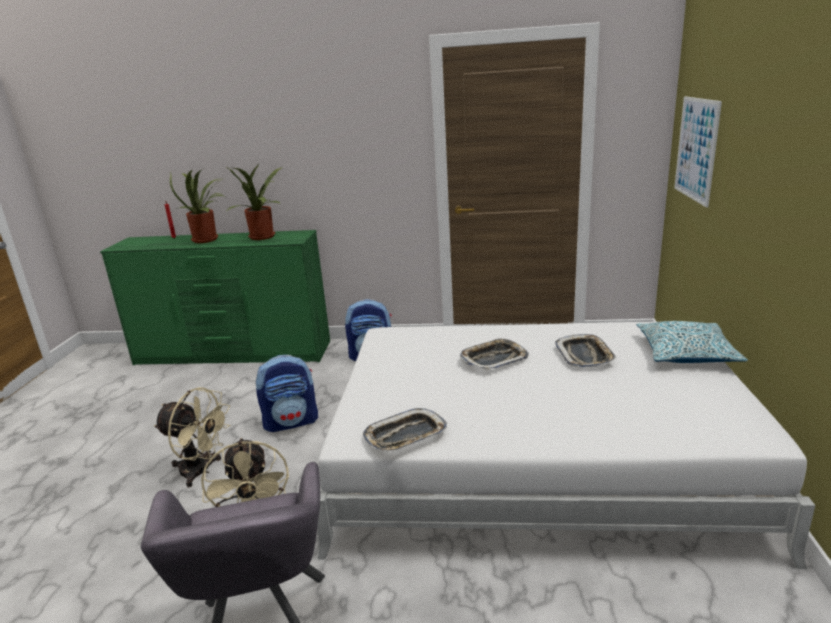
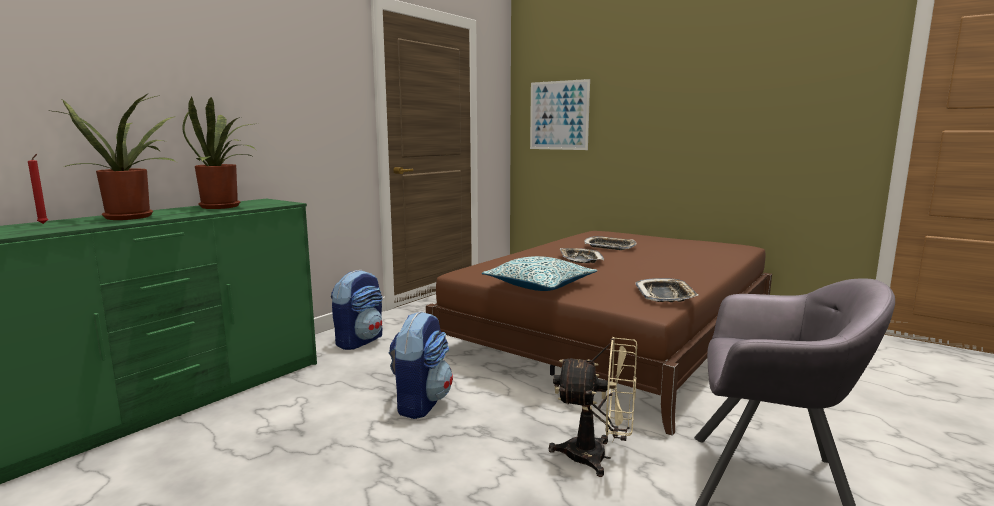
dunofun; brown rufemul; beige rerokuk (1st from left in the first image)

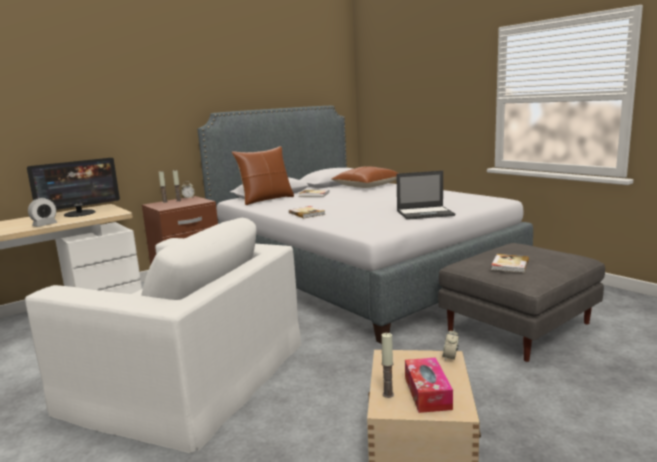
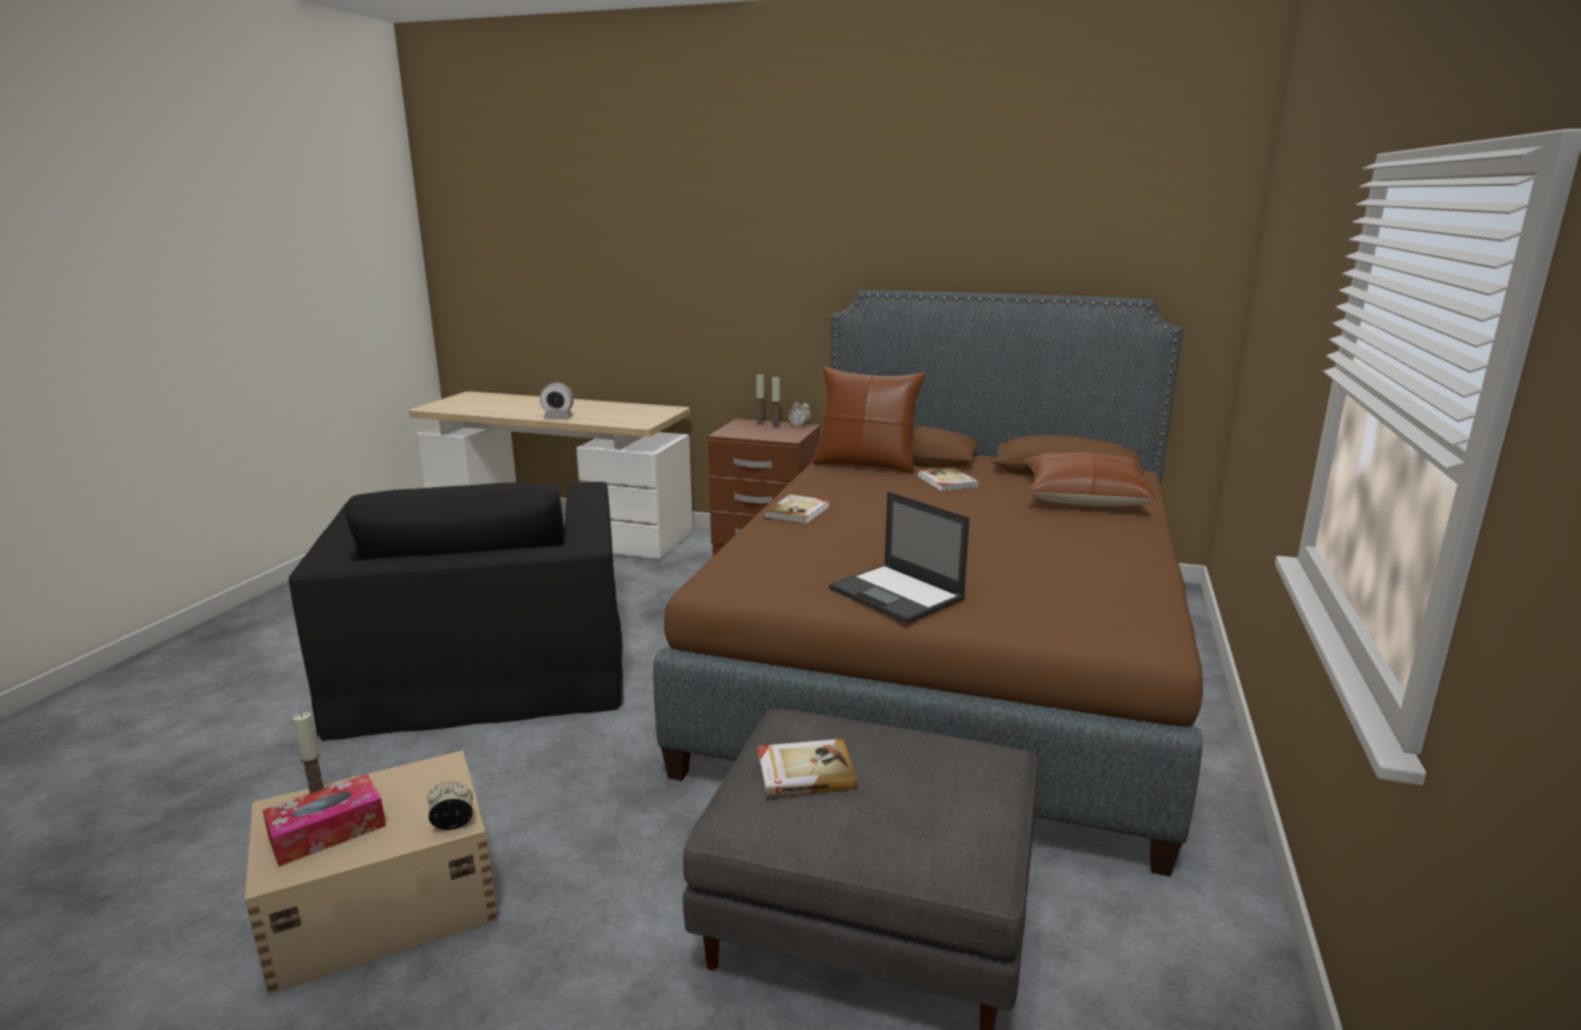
brown rufemul; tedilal; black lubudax

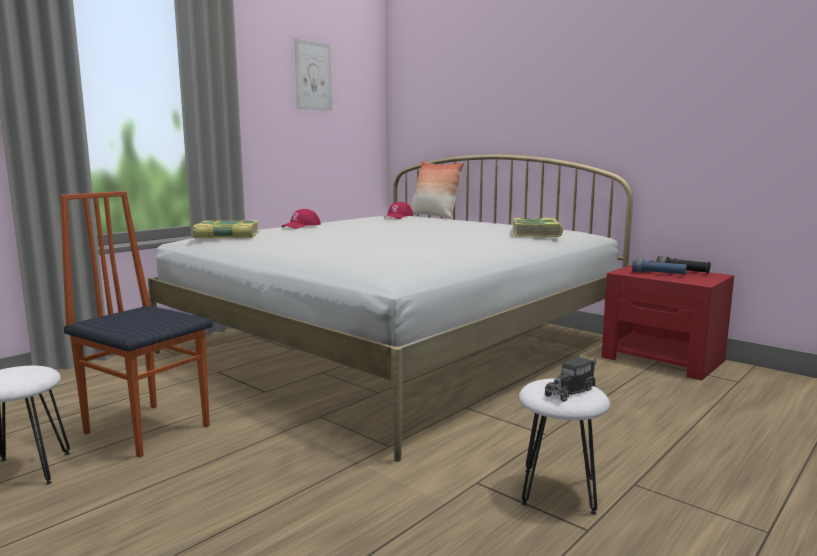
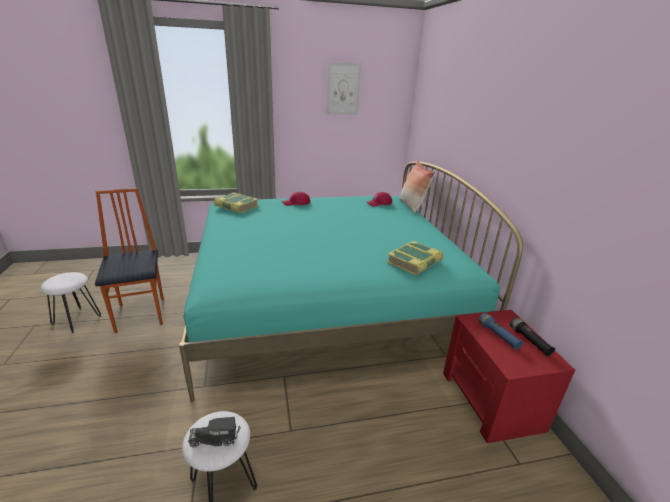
turquoise rufemul

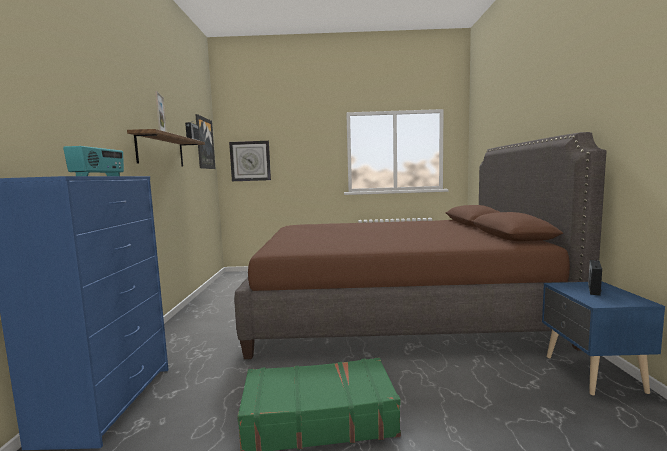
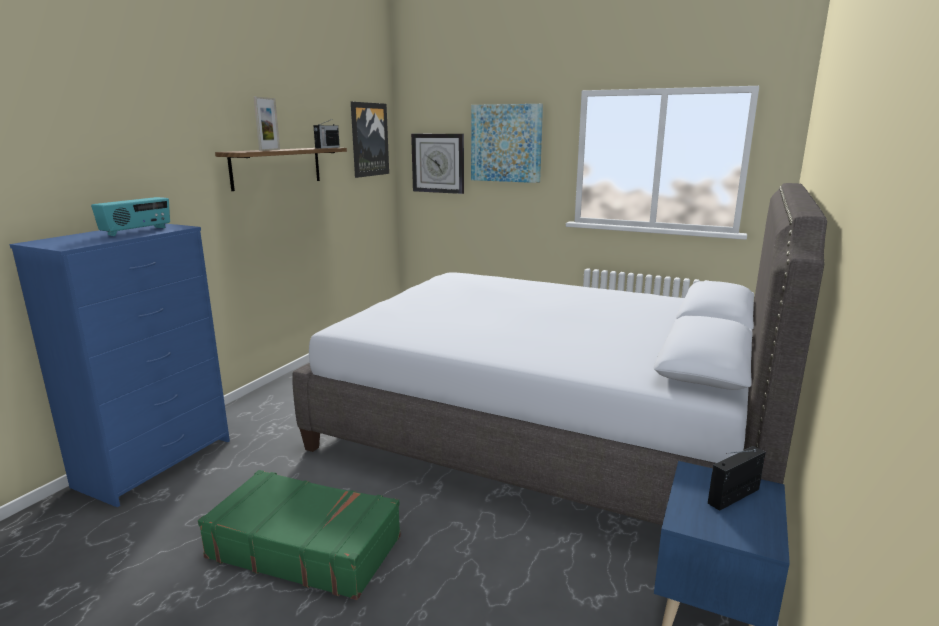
grey rufemul; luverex (2nd from left)

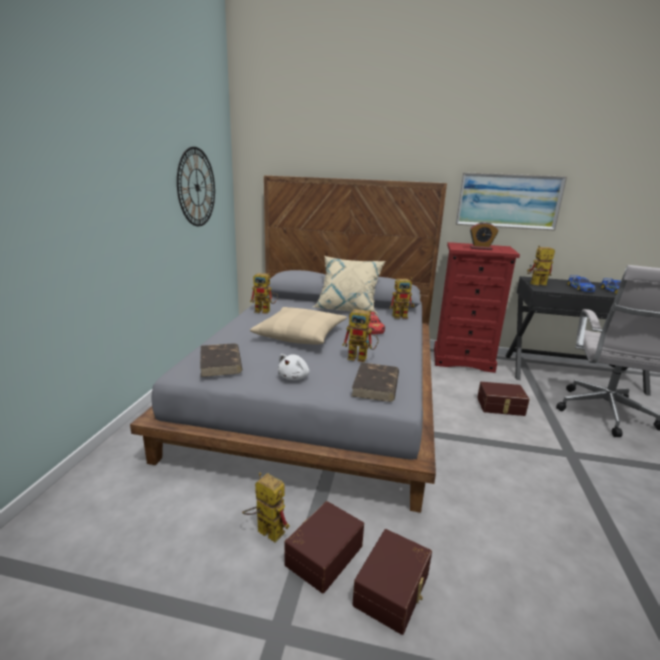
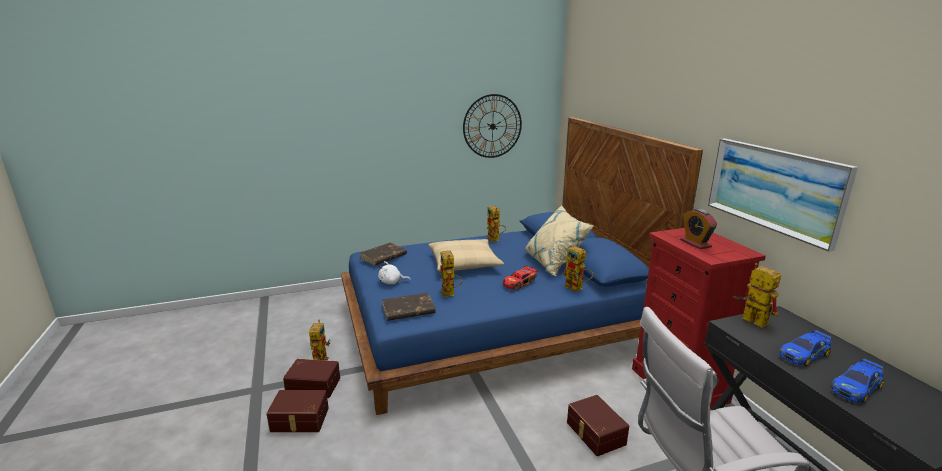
blue rufemul

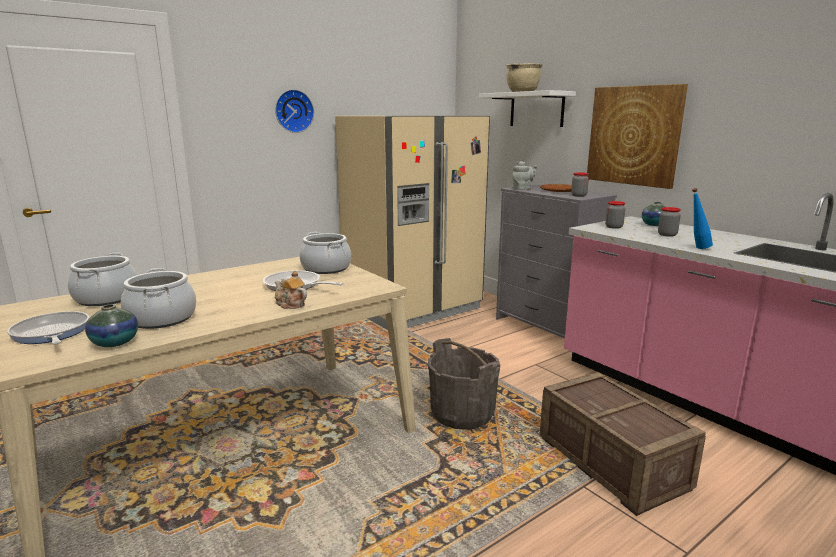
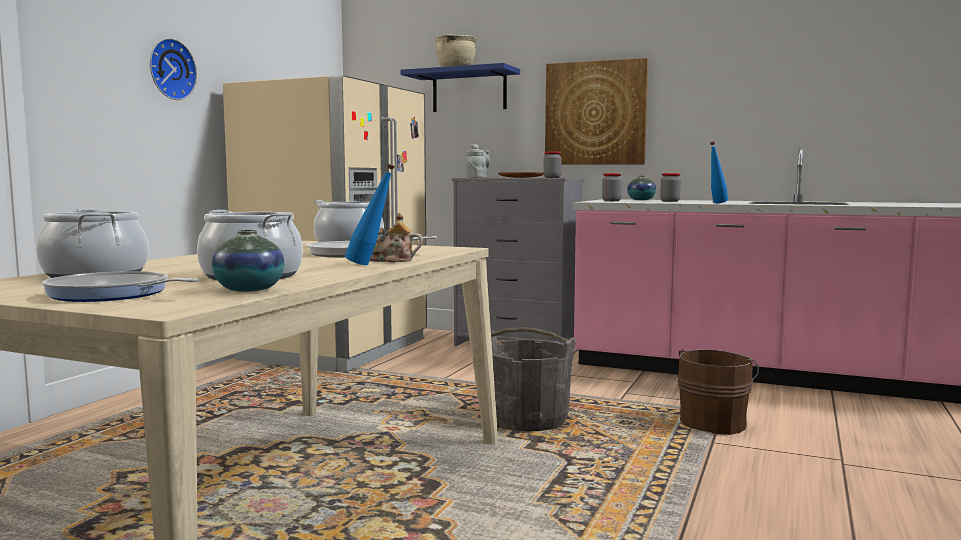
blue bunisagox; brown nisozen; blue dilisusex (1st from left)

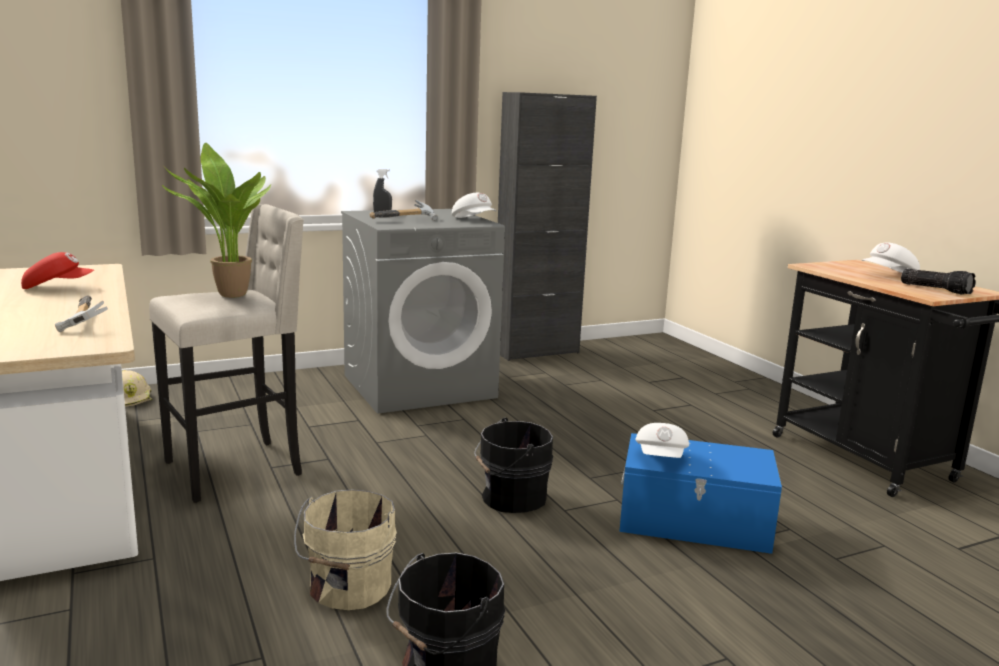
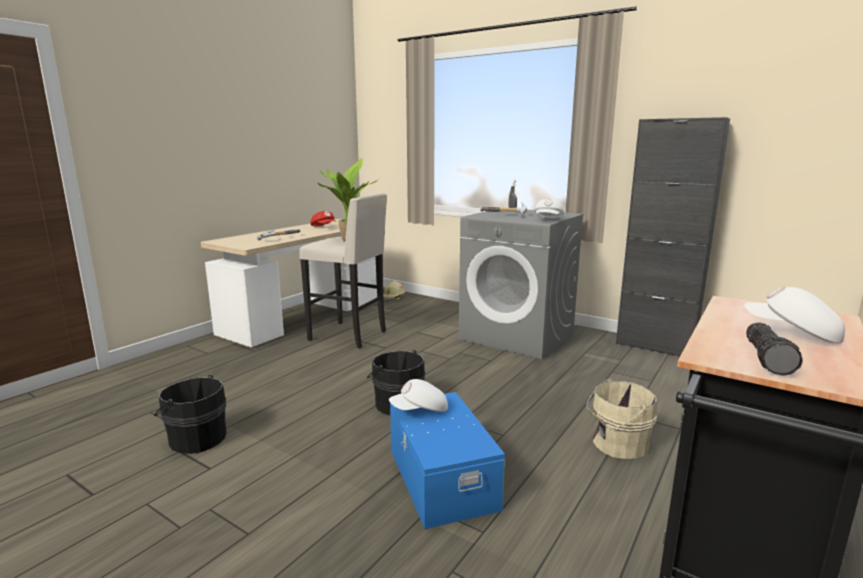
beige nisozen

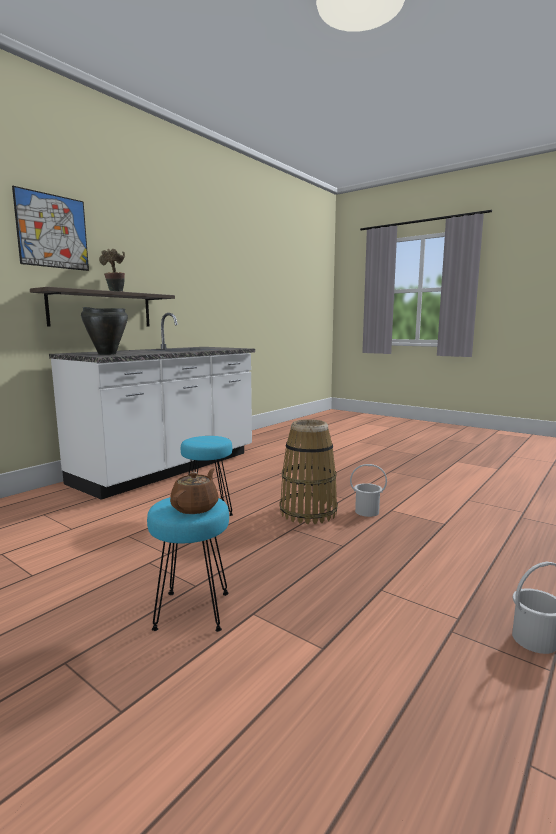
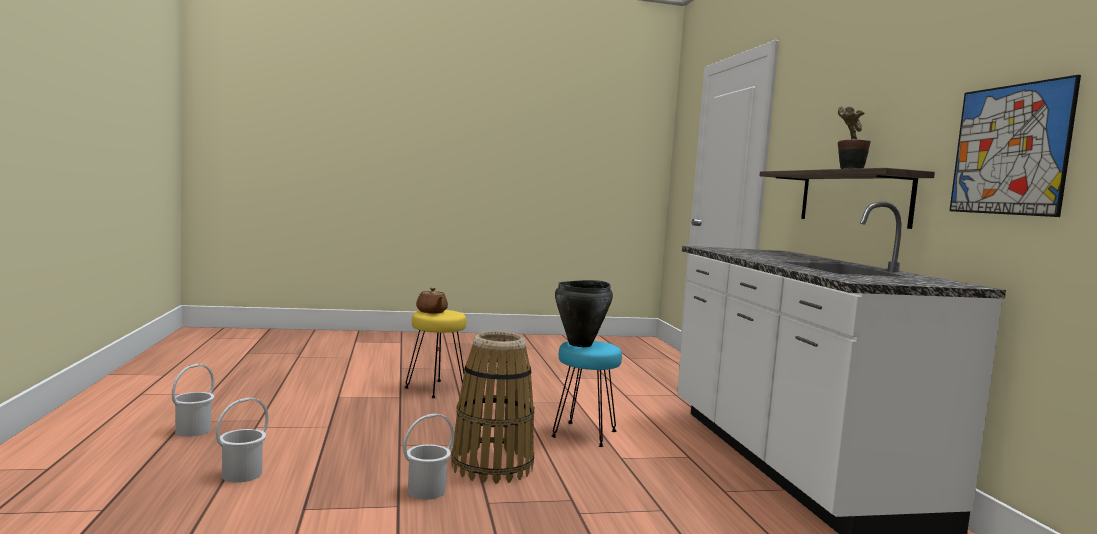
luverex; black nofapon; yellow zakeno; white nisozen (2nd from left)

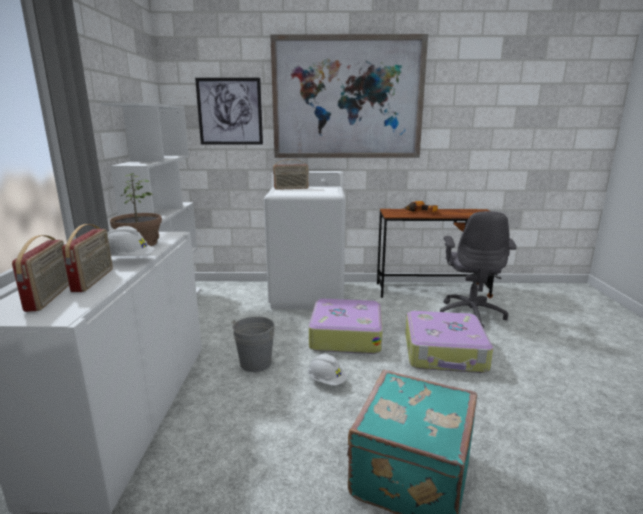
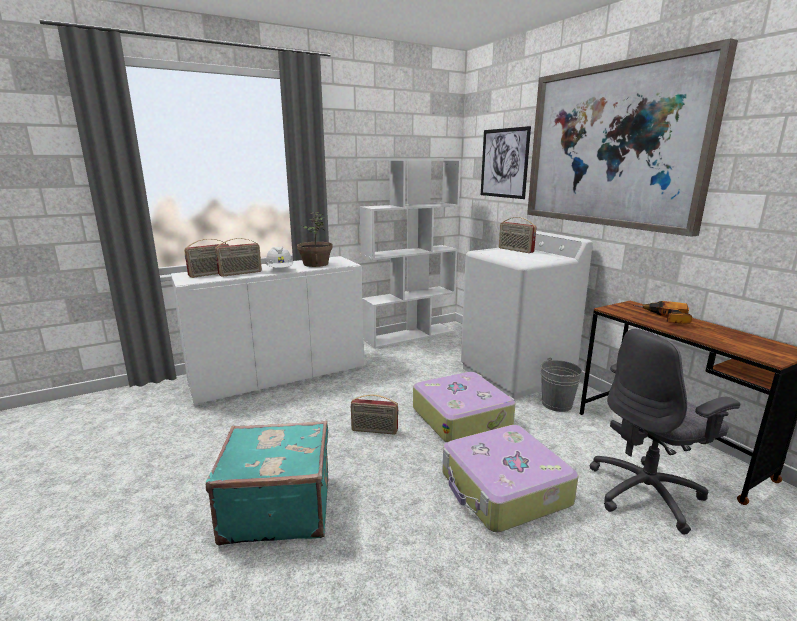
grey nisozen; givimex (3rd from left)

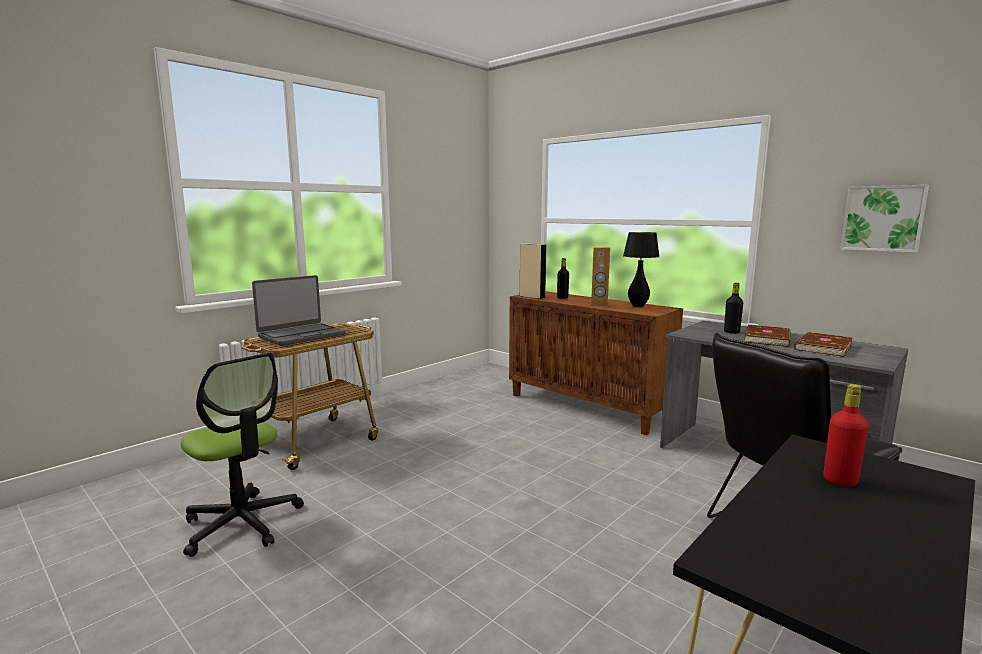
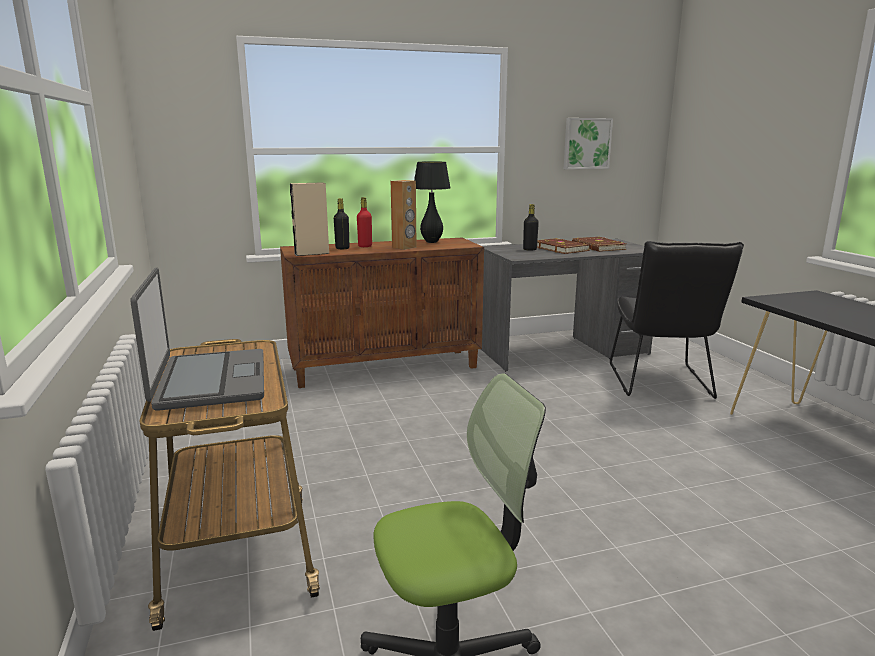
red dilisusex

